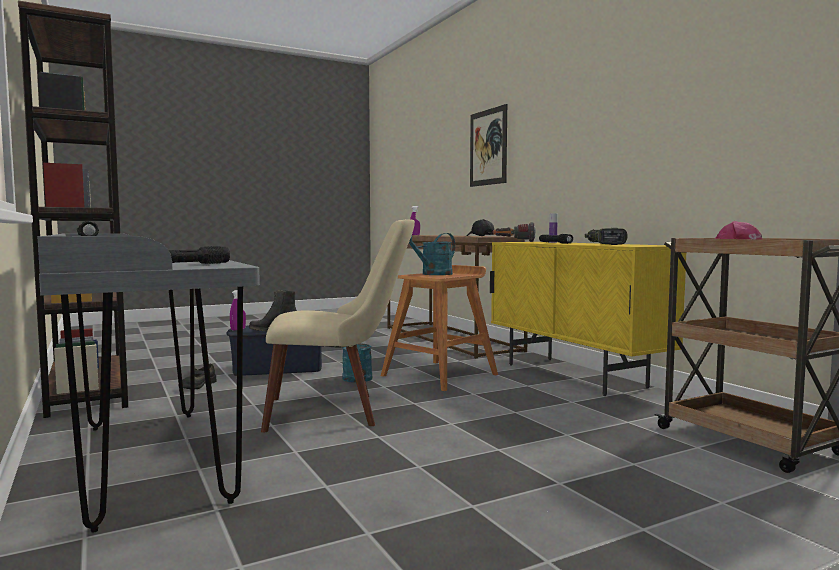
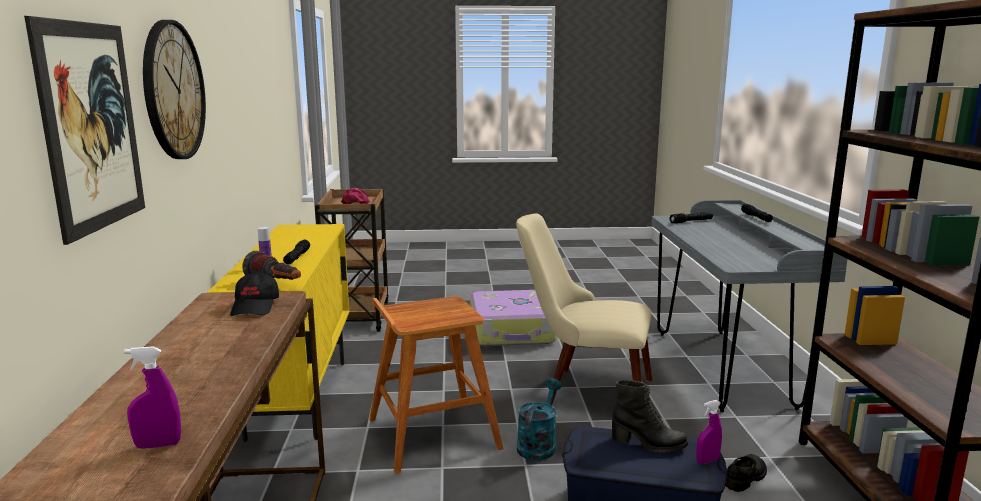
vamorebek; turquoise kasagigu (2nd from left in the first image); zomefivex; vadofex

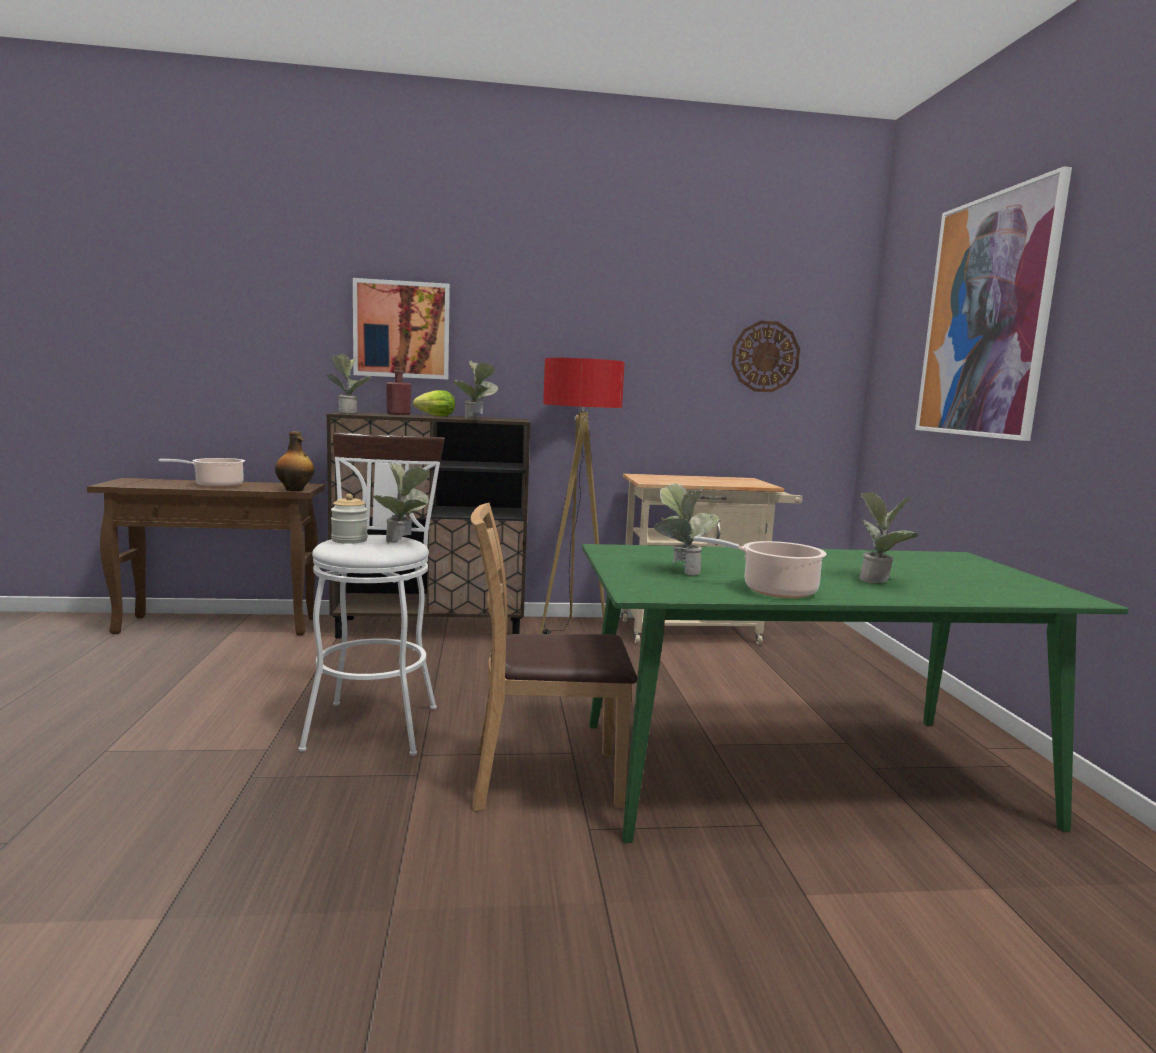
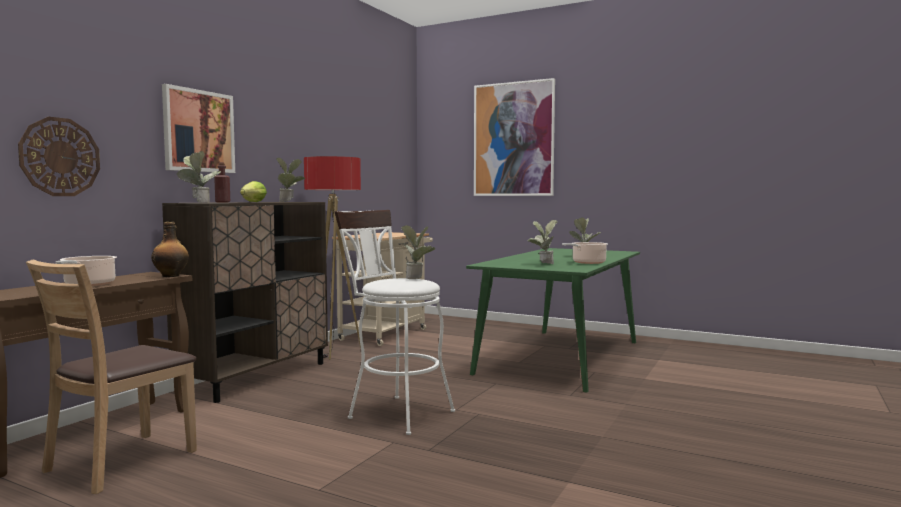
zomefivex; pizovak; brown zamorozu

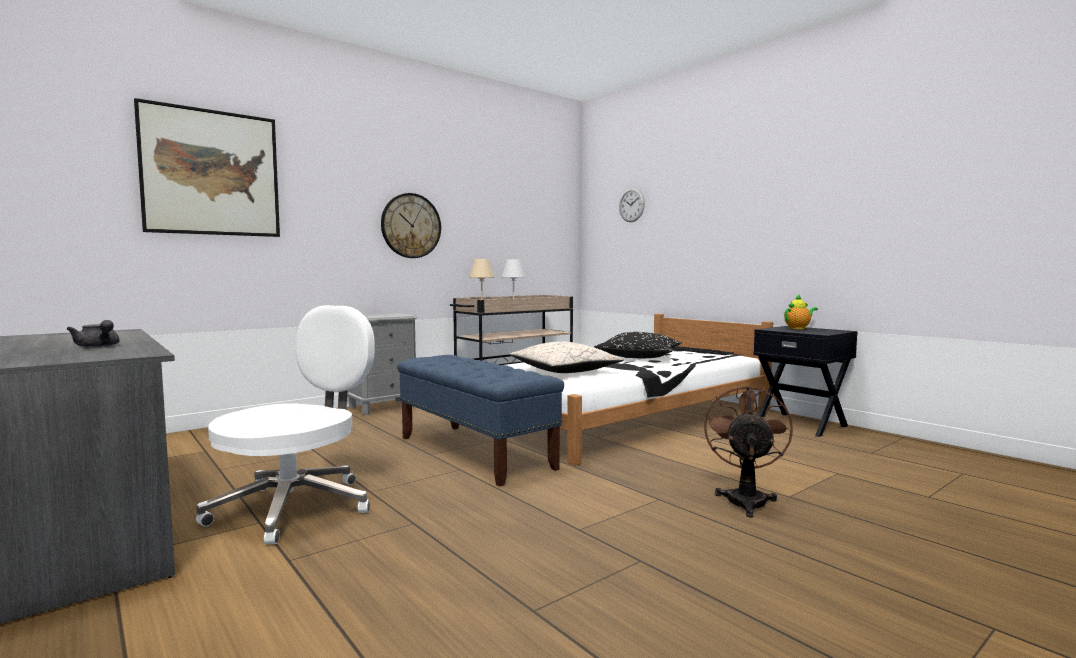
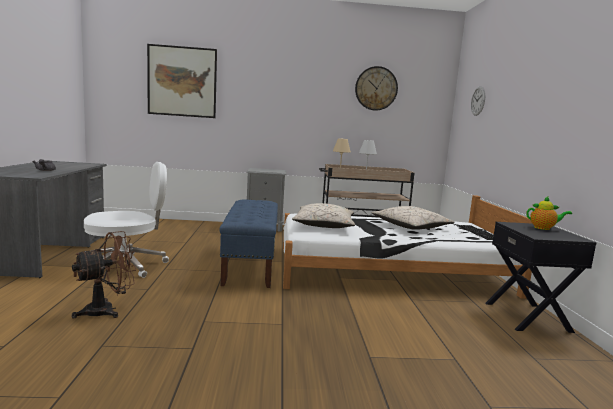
zomefivex (1st from left); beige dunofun (2nd from left); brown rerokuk

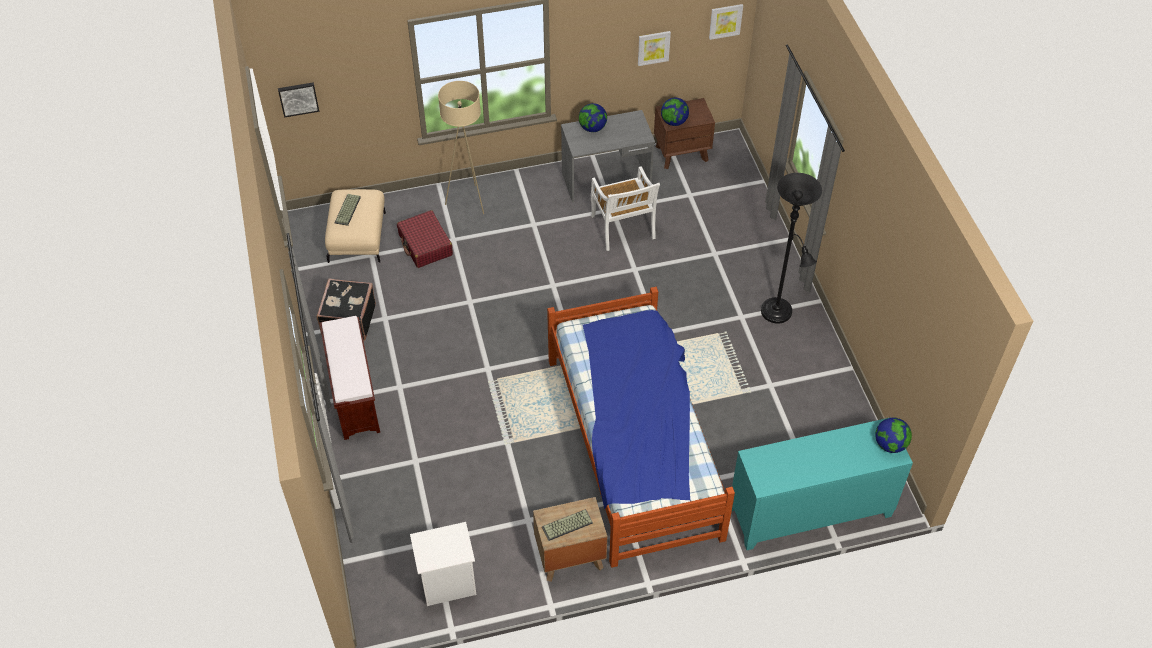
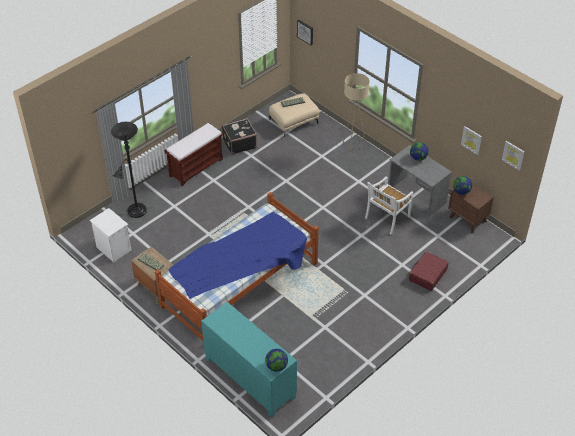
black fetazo; red vadofex

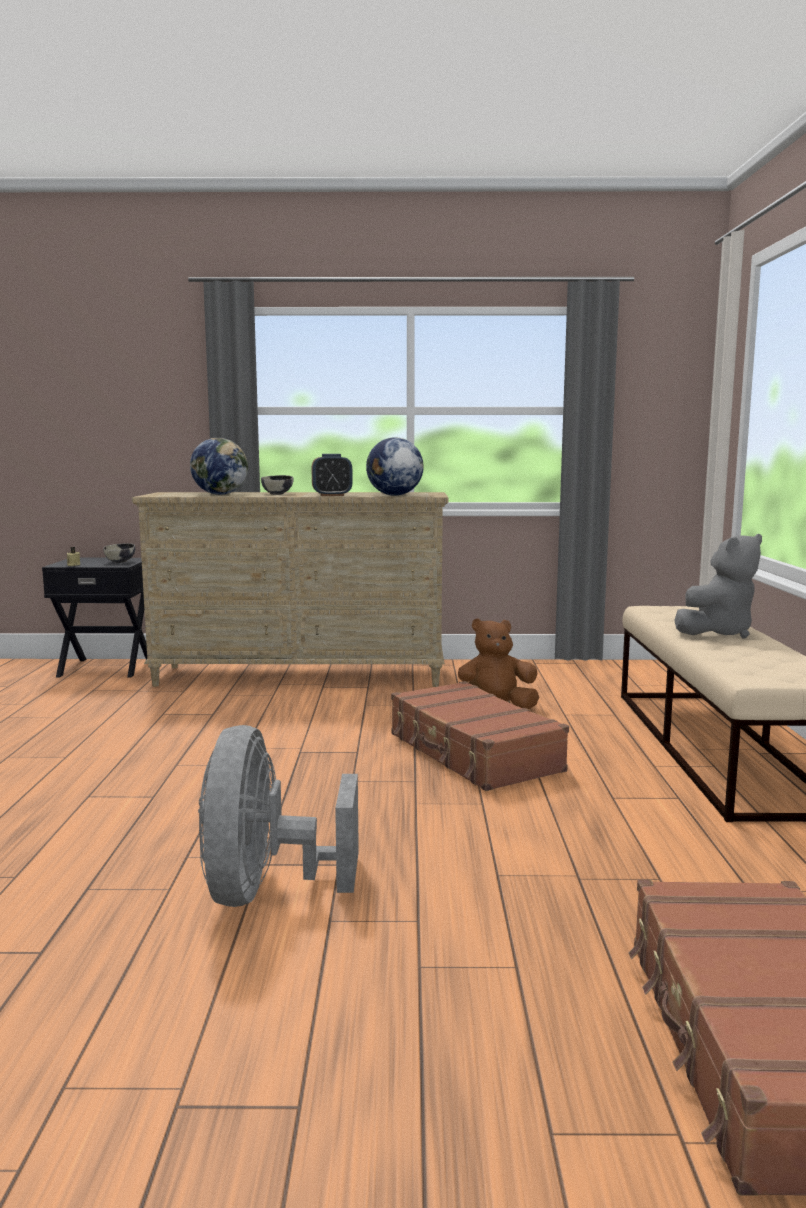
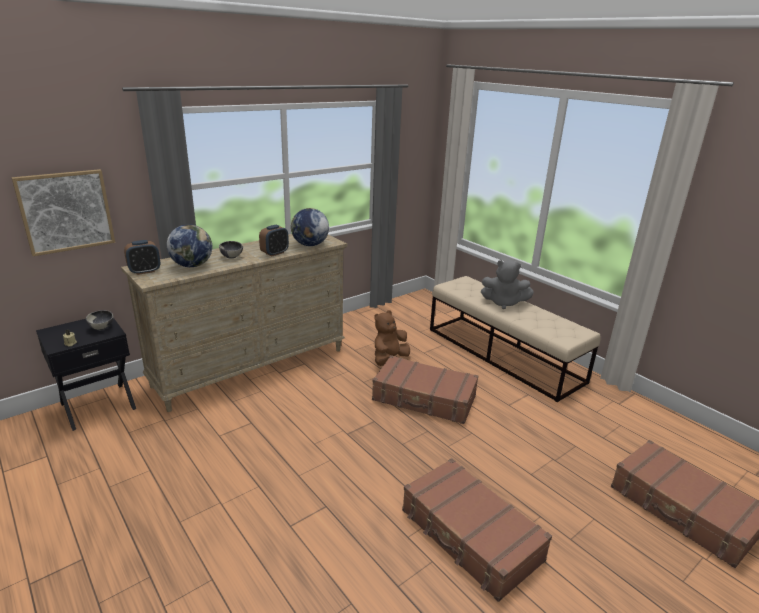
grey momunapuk; brown vadofex (2nd from left); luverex; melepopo (1st from left)

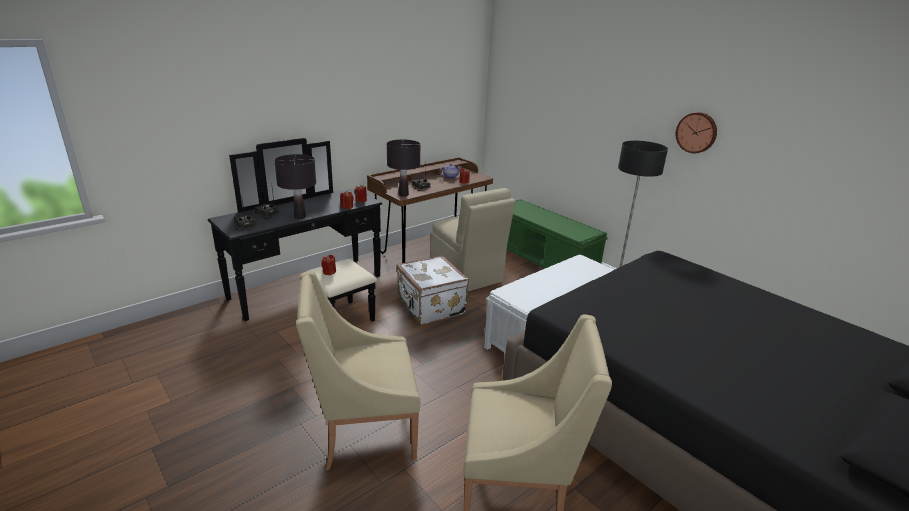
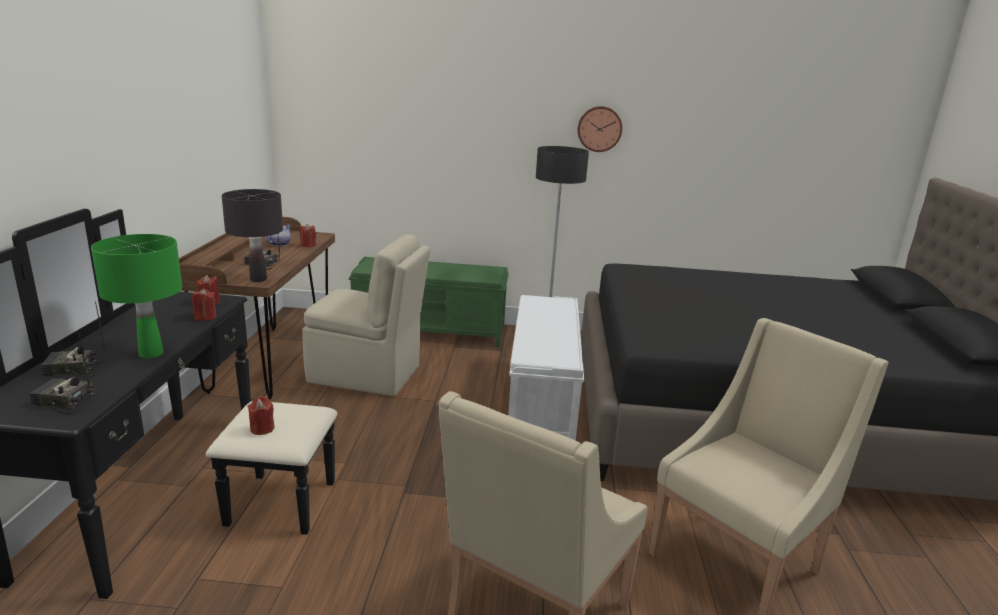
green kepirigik; white vadofex

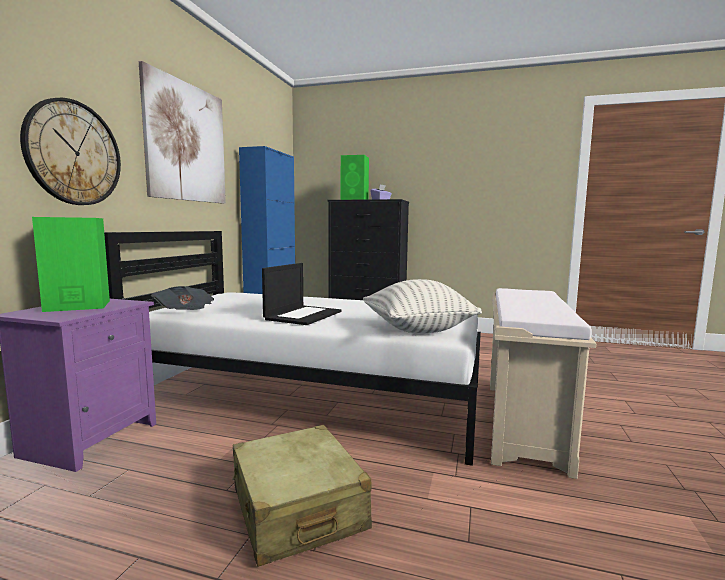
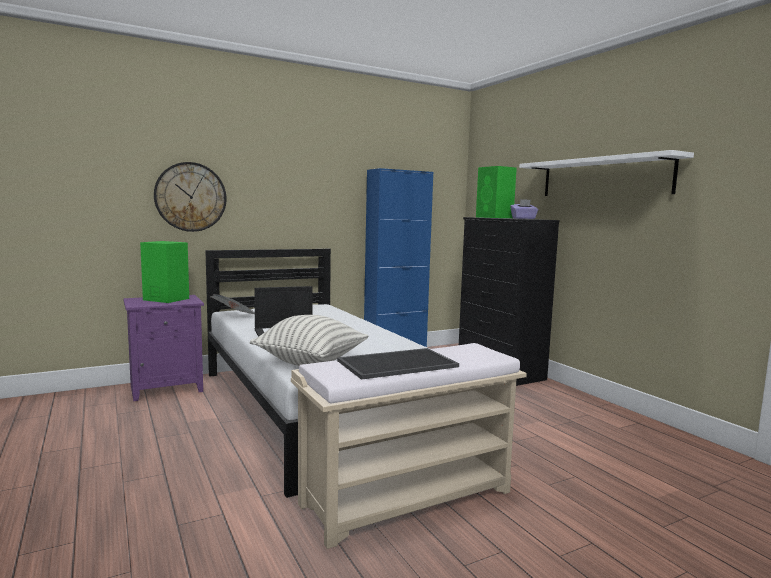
luverex; beige vadofex; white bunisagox; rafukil

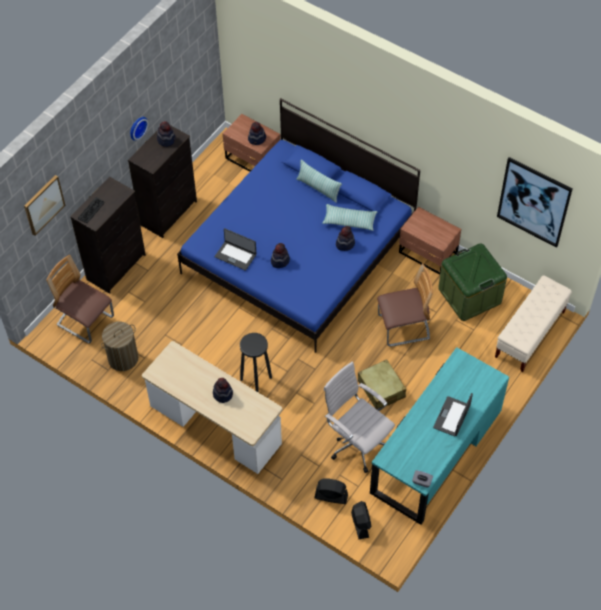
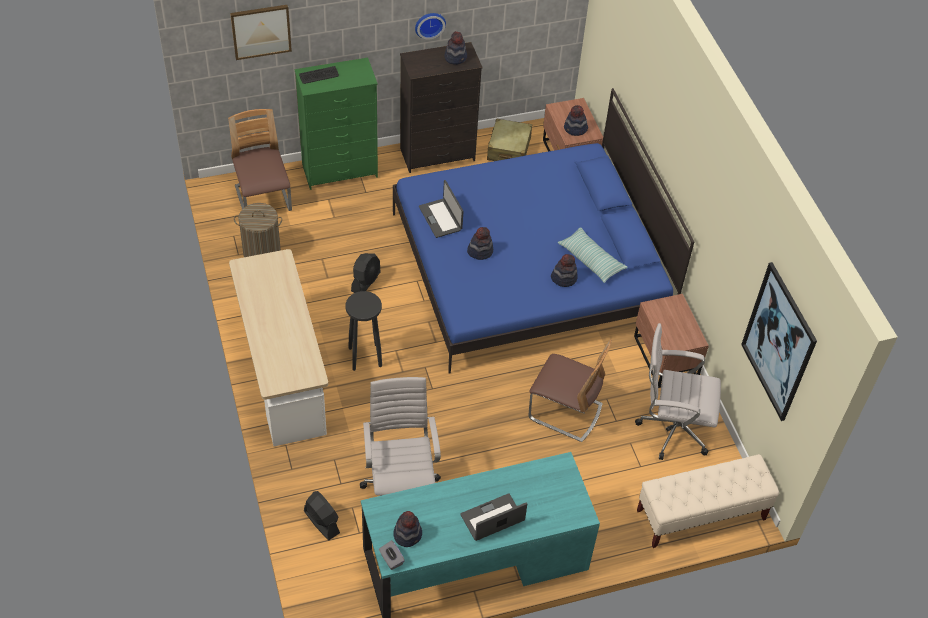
dunofun (1st from left in the first image); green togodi; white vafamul (2nd from left); beige vadofex; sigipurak (1st from left); black rerokuk (2nd from left)

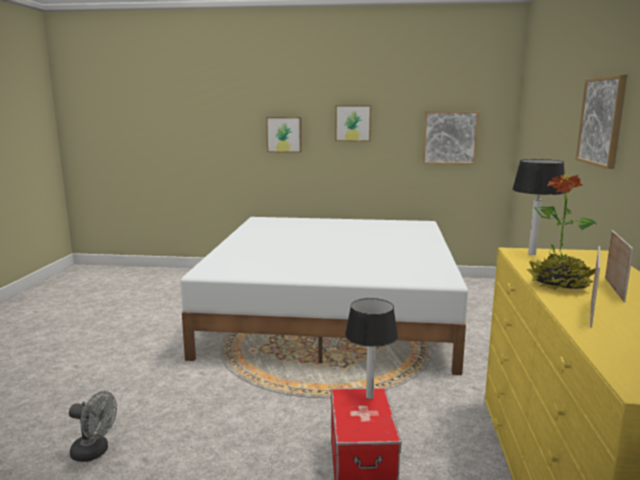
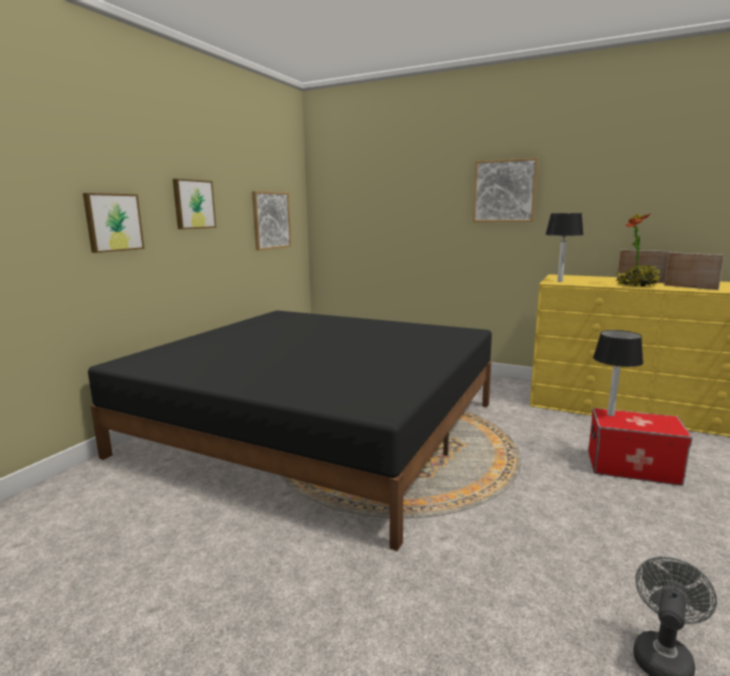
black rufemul

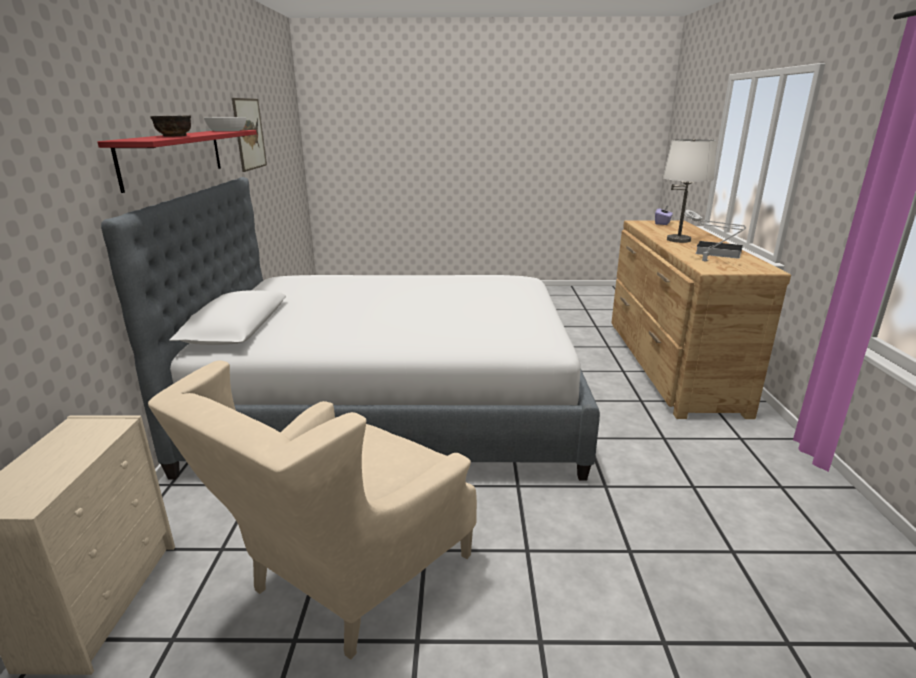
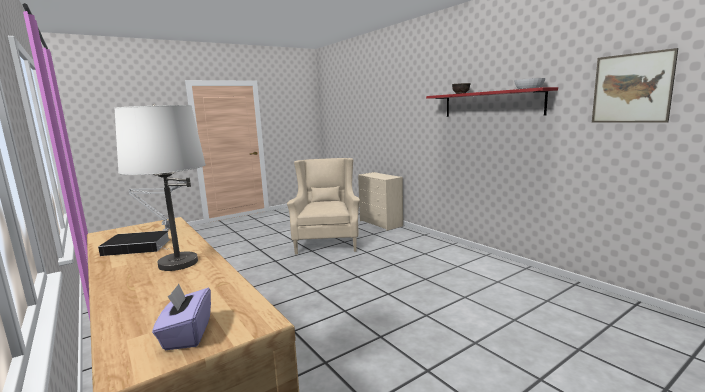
rufemul

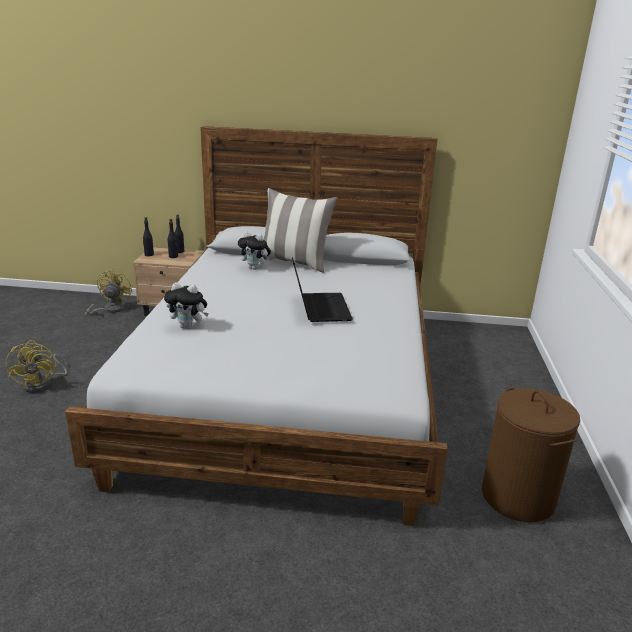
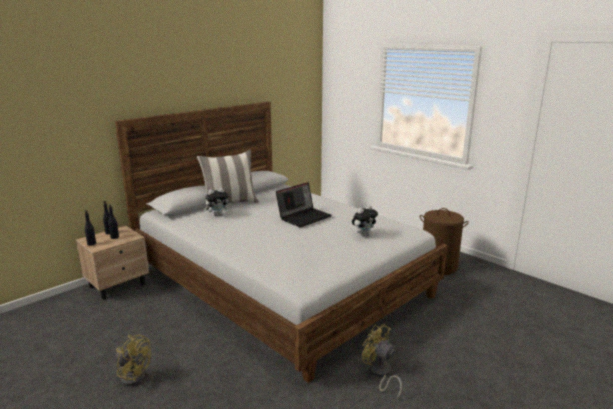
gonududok; yellow rerokuk (2nd from left); momunapuk (2nd from left)

